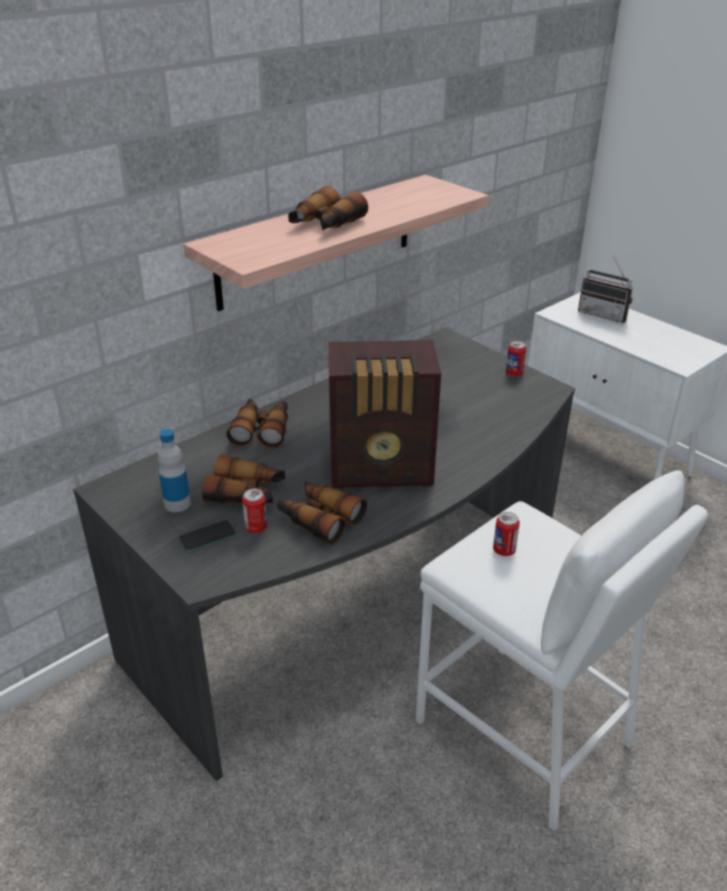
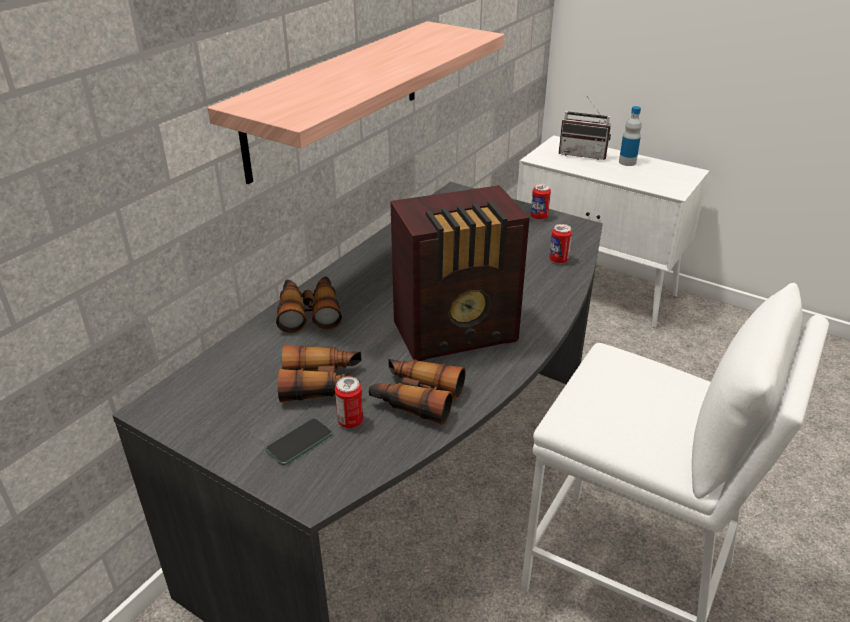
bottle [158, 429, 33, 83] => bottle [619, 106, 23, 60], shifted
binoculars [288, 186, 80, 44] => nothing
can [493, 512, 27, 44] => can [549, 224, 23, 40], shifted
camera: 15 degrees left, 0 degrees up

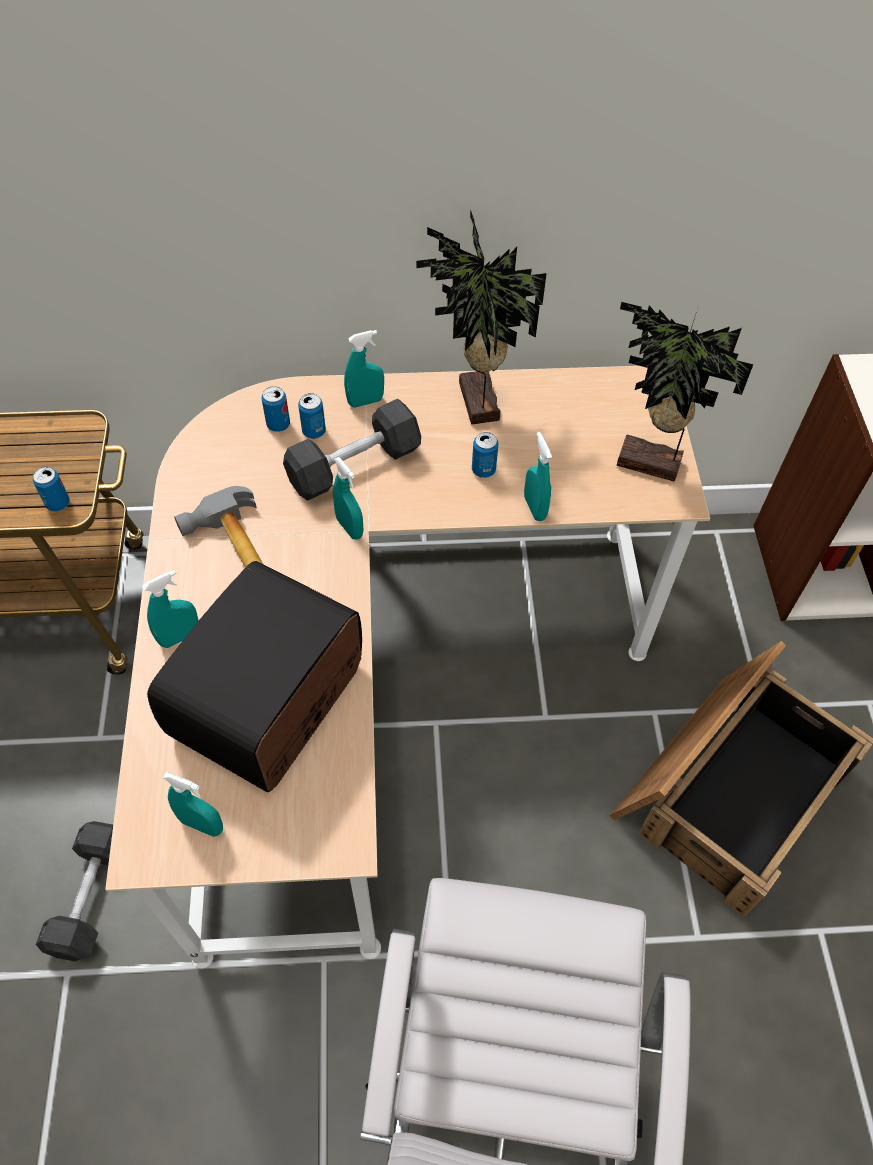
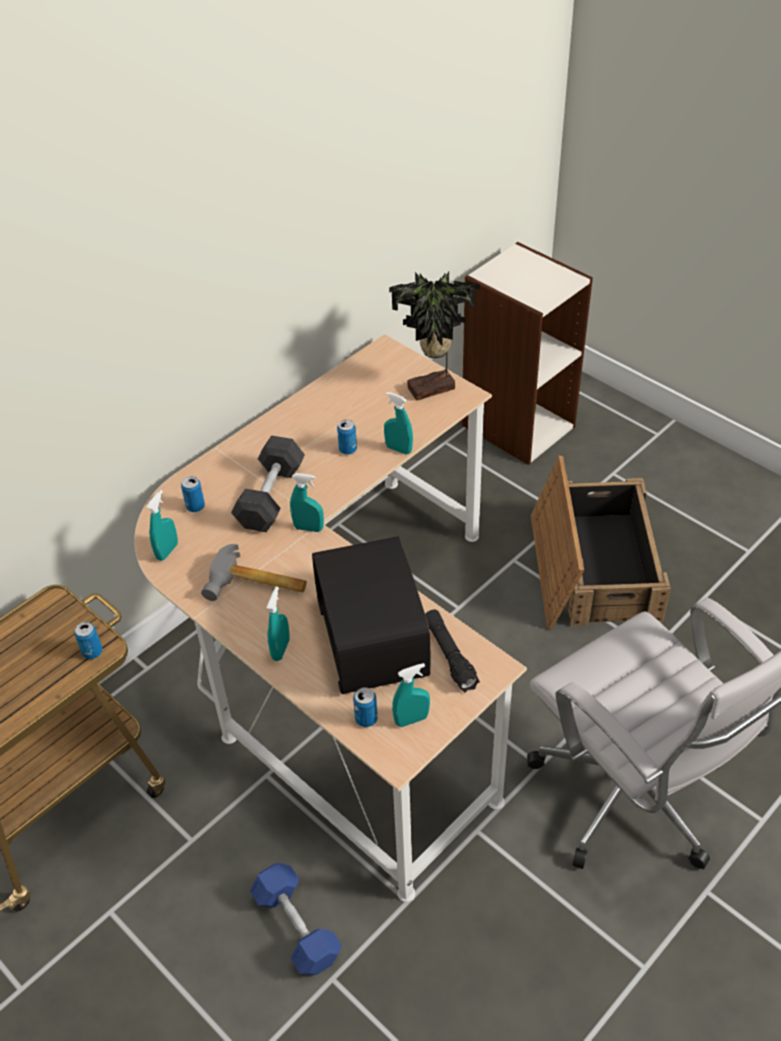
grey dumbbell [36, 821, 77, 140] => blue dumbbell [250, 863, 92, 112]
can [298, 393, 28, 46] => can [353, 687, 25, 40], shifted
turquoise spray bottle [344, 330, 40, 78] => turquoise spray bottle [146, 490, 32, 71], shifted
potted plant [416, 209, 131, 215] => nothing
nothing => black flashlight [425, 610, 55, 83]
camera: 40 degrees left, 10 degrees down

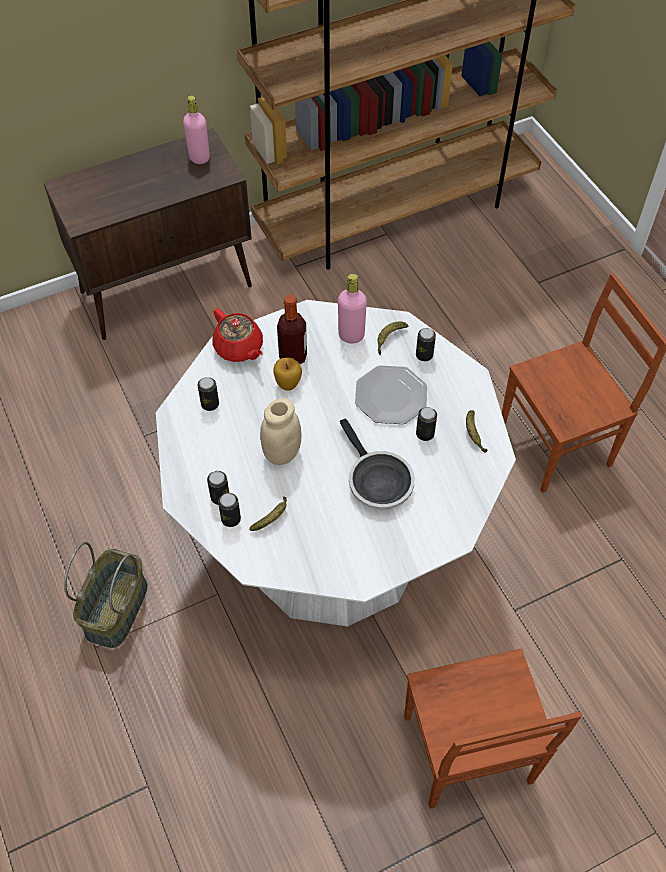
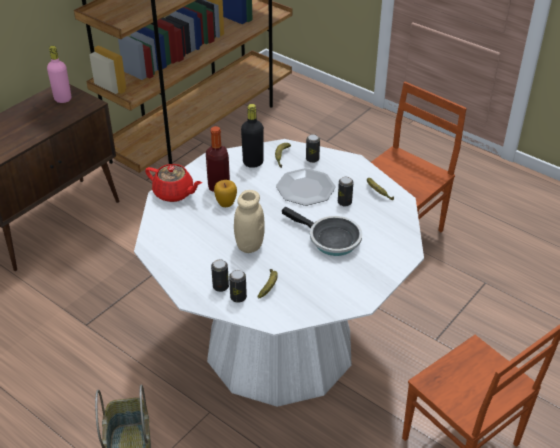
can [198, 377, 21, 34] => nothing
pink bottle [338, 274, 29, 70] => black bottle [241, 104, 23, 64]
camera: 25 degrees left, 15 degrees down

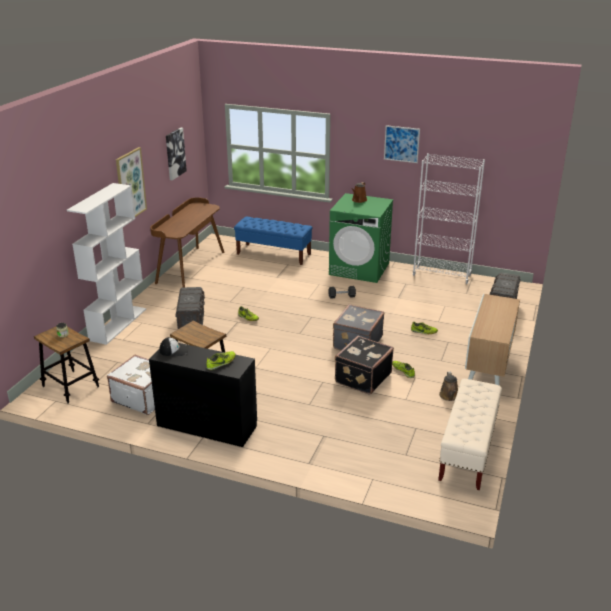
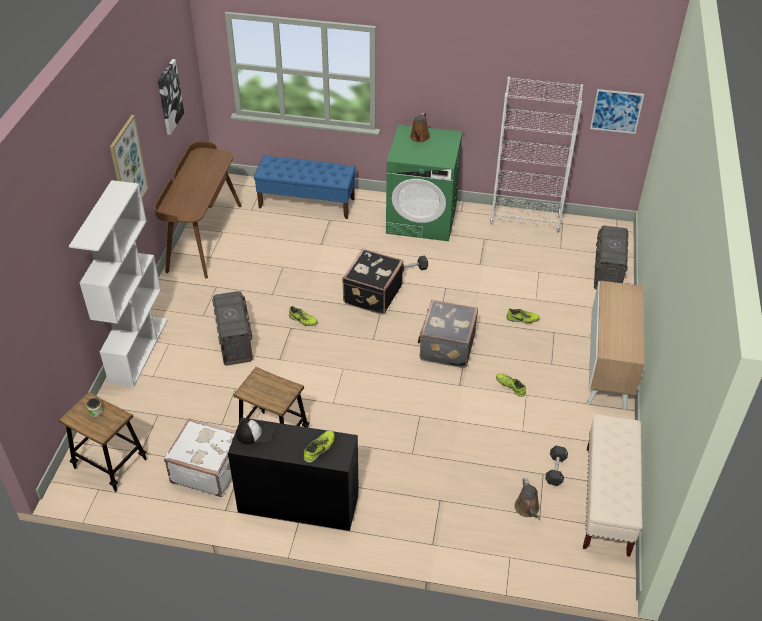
black suitcase [335, 336, 59, 58] => black suitcase [342, 248, 62, 67], shifted
picture [384, 125, 36, 38] => picture [590, 89, 54, 45], shifted
brown watering can [439, 372, 19, 29] => brown watering can [514, 478, 26, 42], shifted
nothing => black dumbbell [545, 446, 23, 40]
camera: 10 degrees left, 15 degrees up

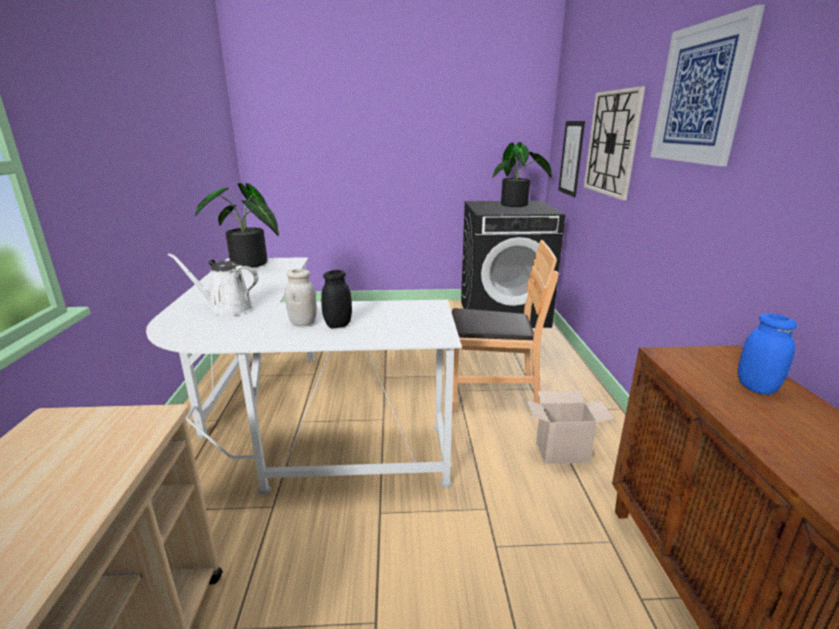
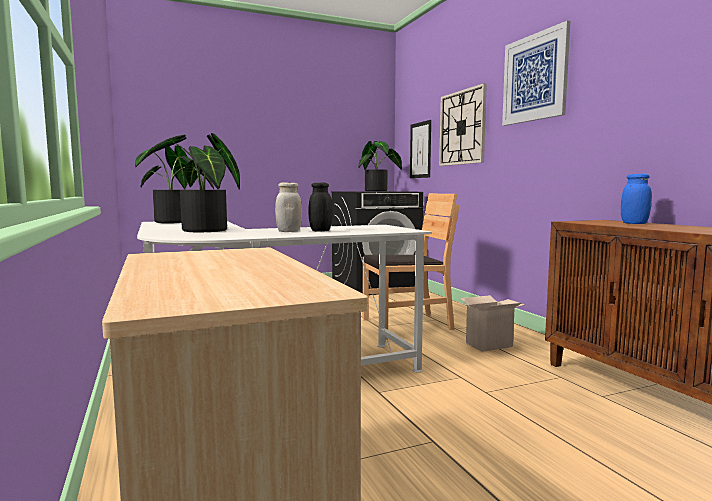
white watering can [168, 253, 91, 63] => potted plant [140, 133, 100, 99]
camera: 20 degrees left, 15 degrees down

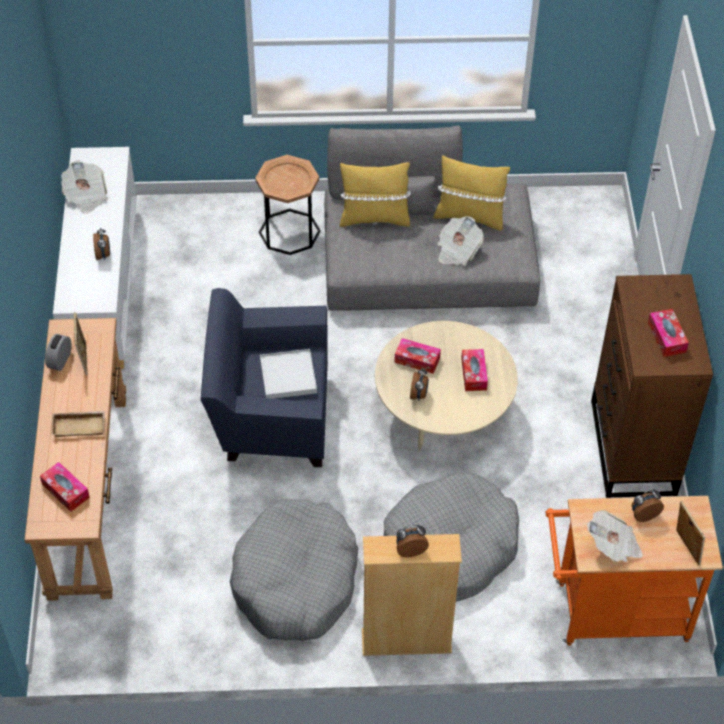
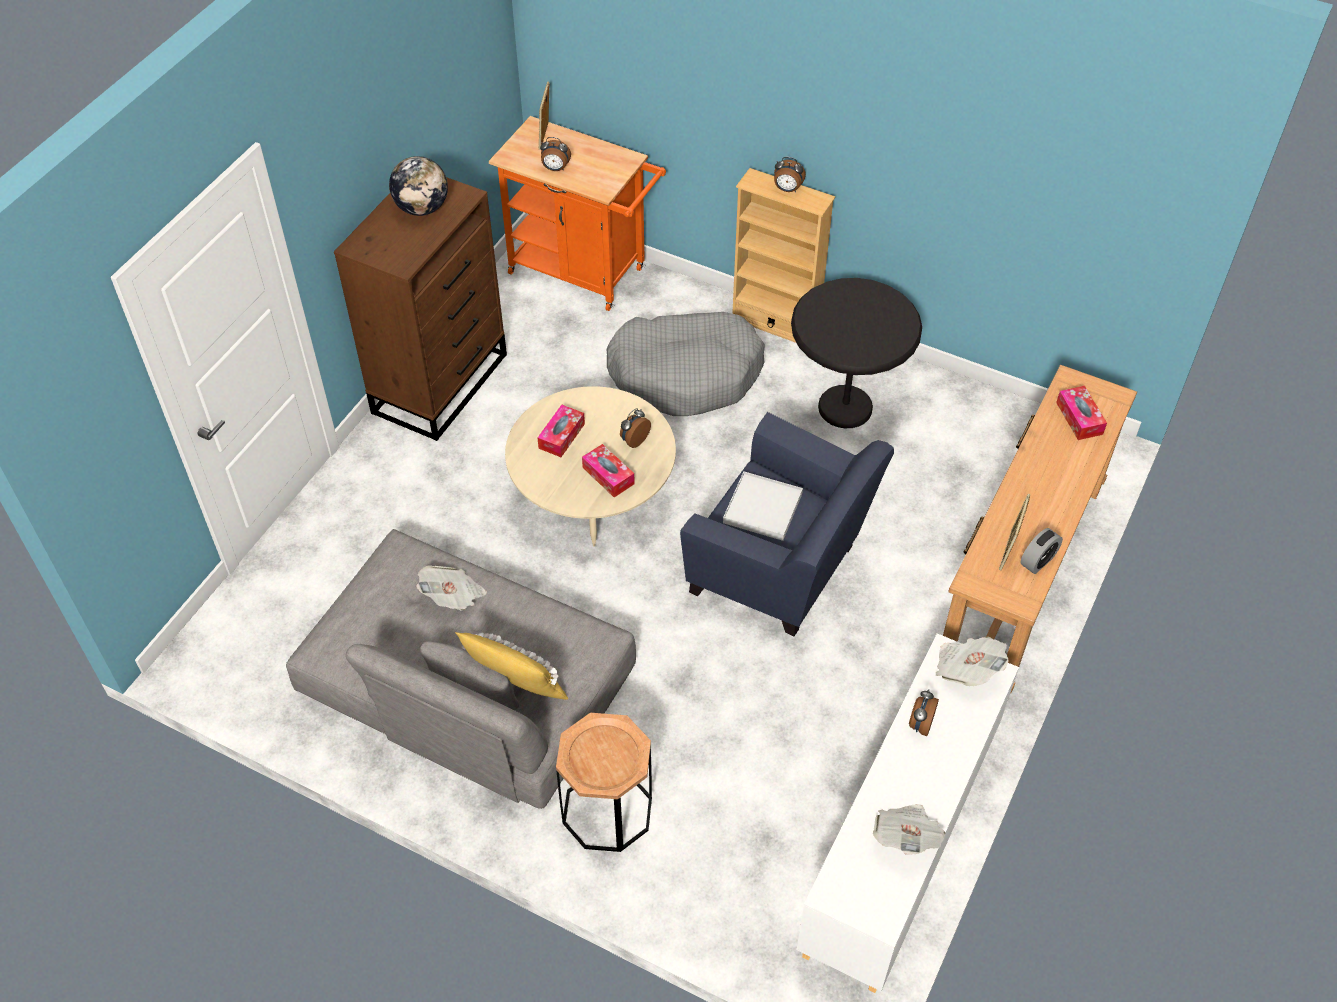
beige tray [51, 411, 54, 26] => nothing
grey dog bed [230, 499, 128, 142] => black side table [791, 278, 131, 150]
yellow pillow [433, 155, 77, 76] => nothing
newspaper [587, 510, 56, 52] => newspaper [936, 637, 73, 49], shifted
tissue box [648, 309, 41, 48] => globe [389, 156, 59, 60]
camera: 150 degrees left, 0 degrees up

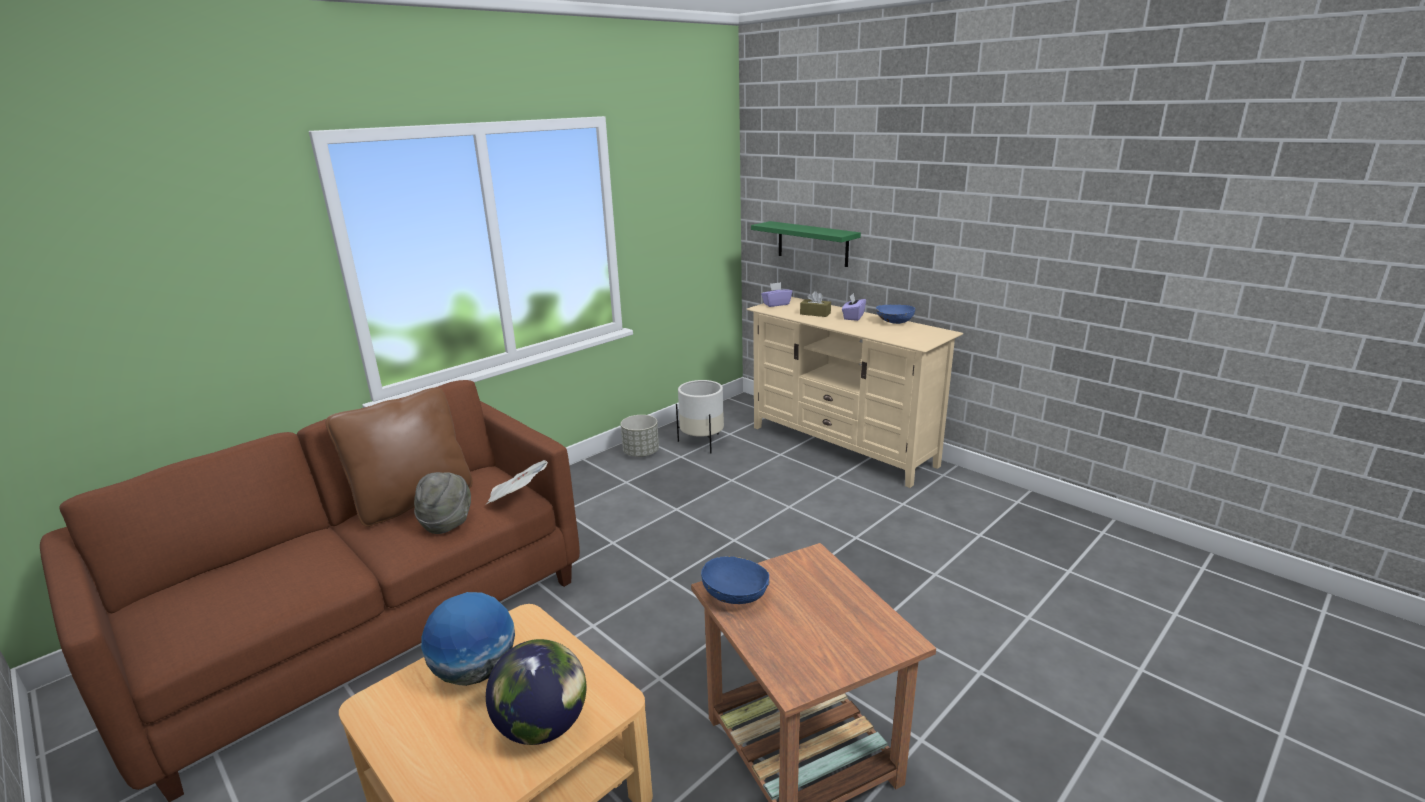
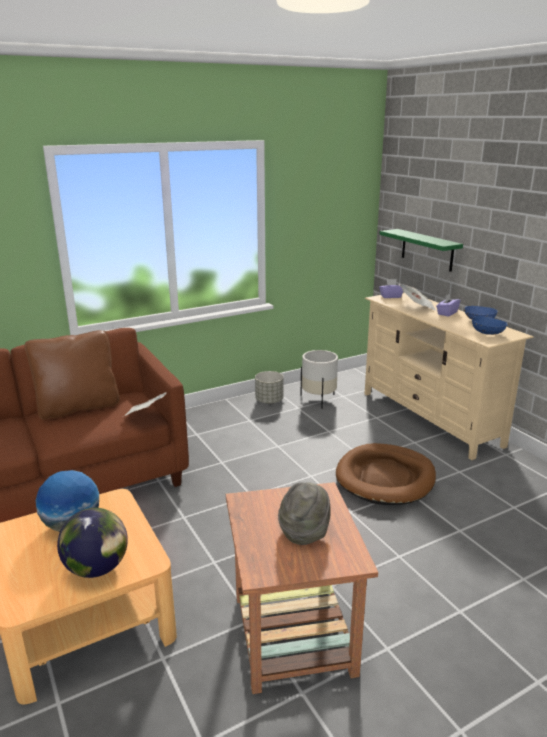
grey hat [414, 472, 57, 62] => grey hat [278, 482, 53, 63], shifted
blue bowl [701, 556, 69, 48] => blue bowl [472, 316, 36, 19], shifted
brown tissue box [800, 291, 31, 26] => newspaper [399, 284, 38, 27]
nothing => brown dog bed [336, 443, 100, 62]
camera: 15 degrees right, 0 degrees up

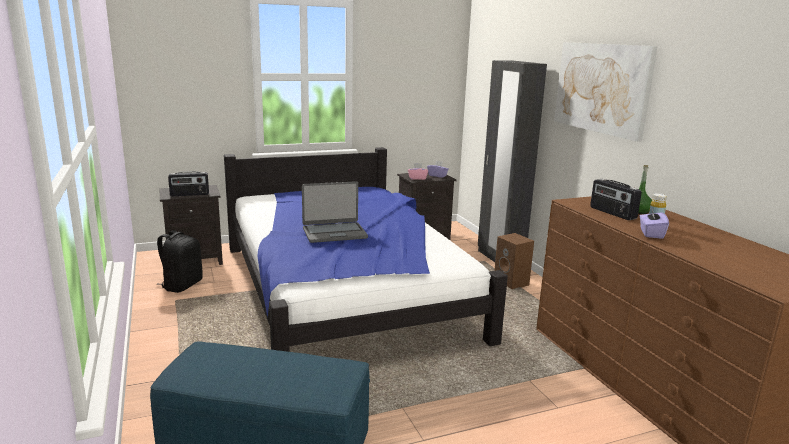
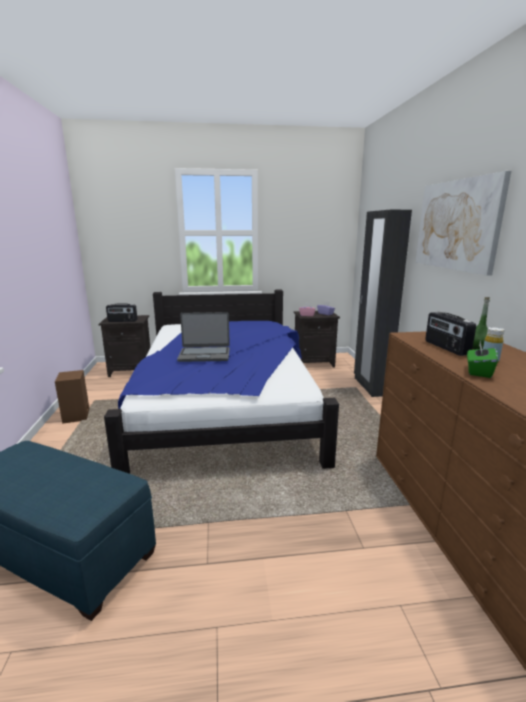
black backpack [157, 230, 46, 63] => nothing
brown speaker [494, 233, 40, 56] => brown speaker [55, 370, 34, 54], shifted
purple tissue box [640, 207, 29, 32] => green tissue box [467, 341, 31, 37]
camera: 15 degrees right, 0 degrees up

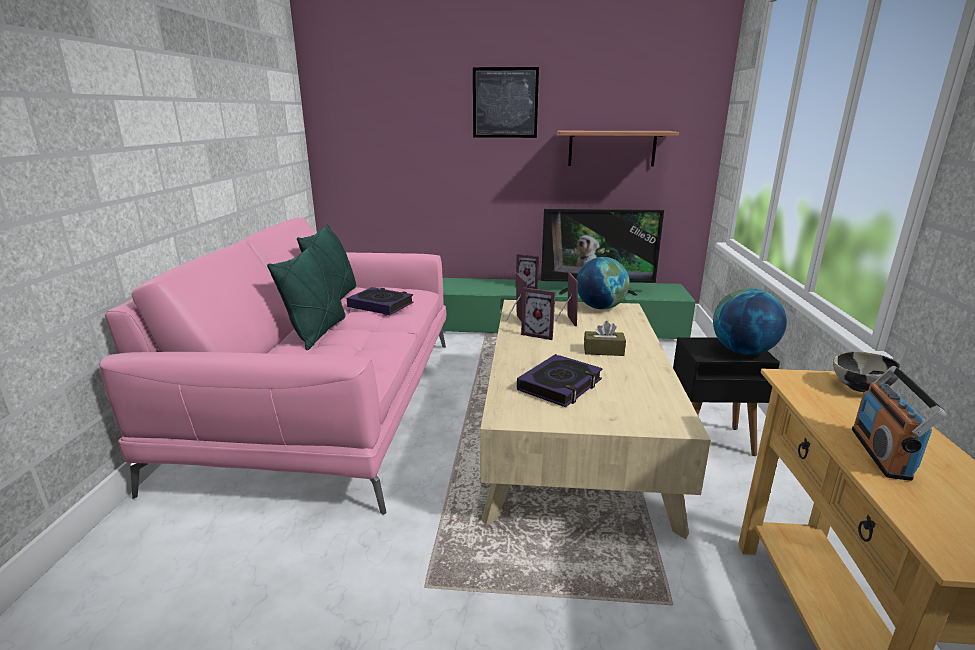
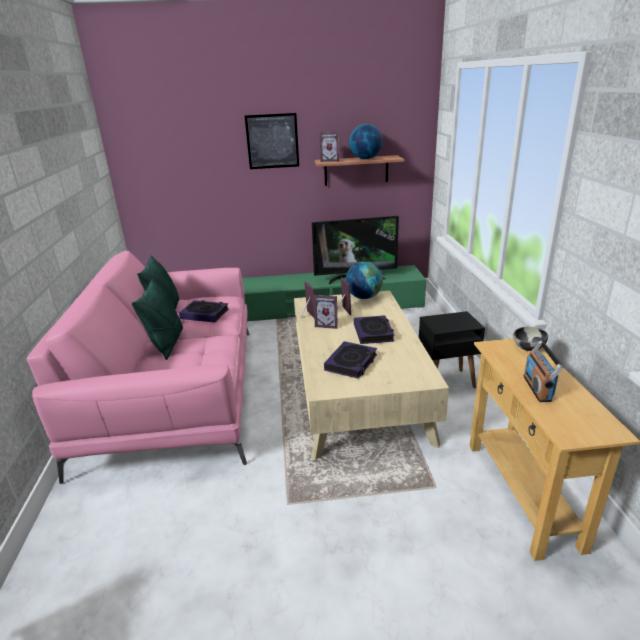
picture frame [516, 254, 23, 35] => picture frame [320, 132, 19, 30], shifted
brown tissue box [584, 321, 42, 35] => book [354, 315, 41, 29]
globe [713, 288, 74, 67] => globe [349, 124, 34, 35], shifted
camera: 10 degrees left, 5 degrees up

